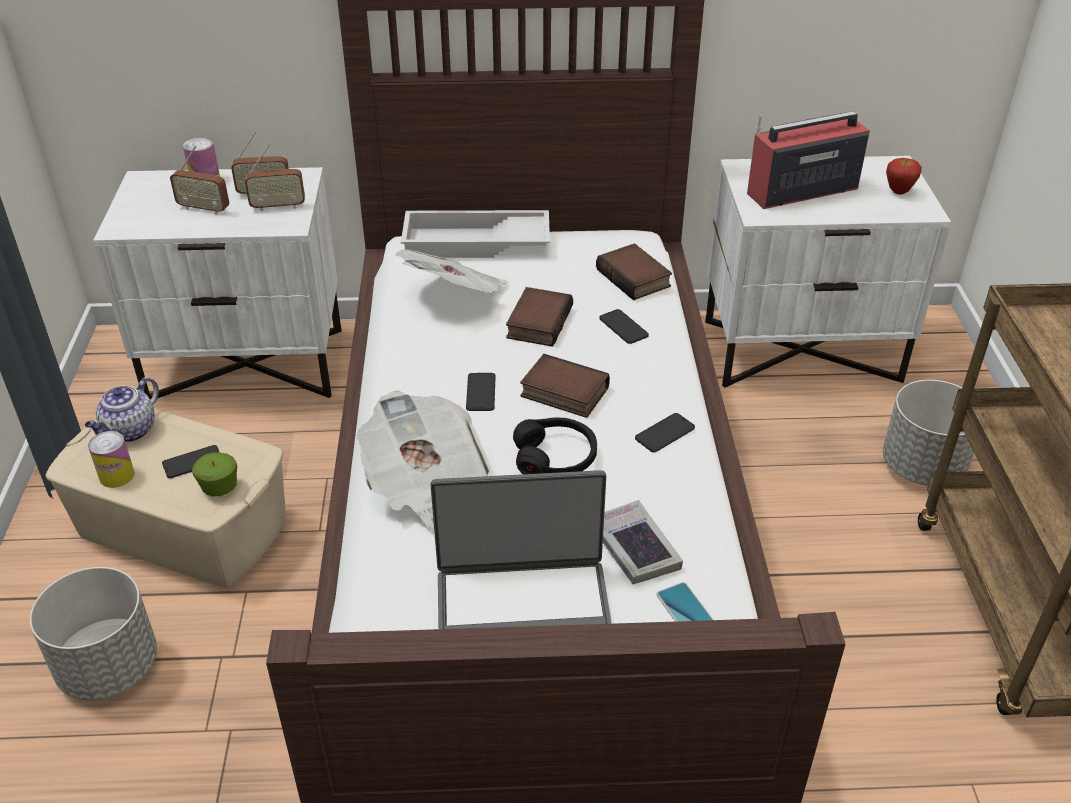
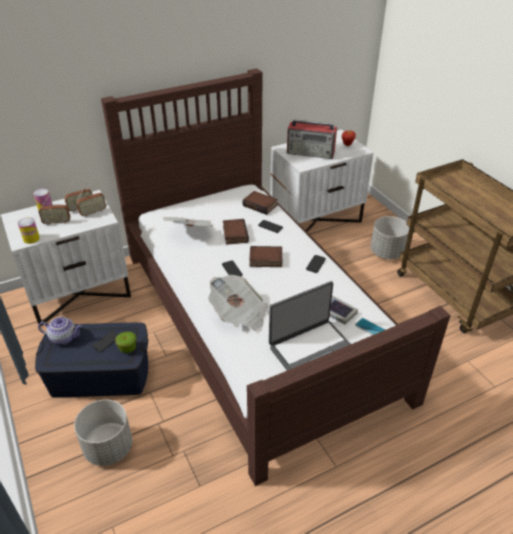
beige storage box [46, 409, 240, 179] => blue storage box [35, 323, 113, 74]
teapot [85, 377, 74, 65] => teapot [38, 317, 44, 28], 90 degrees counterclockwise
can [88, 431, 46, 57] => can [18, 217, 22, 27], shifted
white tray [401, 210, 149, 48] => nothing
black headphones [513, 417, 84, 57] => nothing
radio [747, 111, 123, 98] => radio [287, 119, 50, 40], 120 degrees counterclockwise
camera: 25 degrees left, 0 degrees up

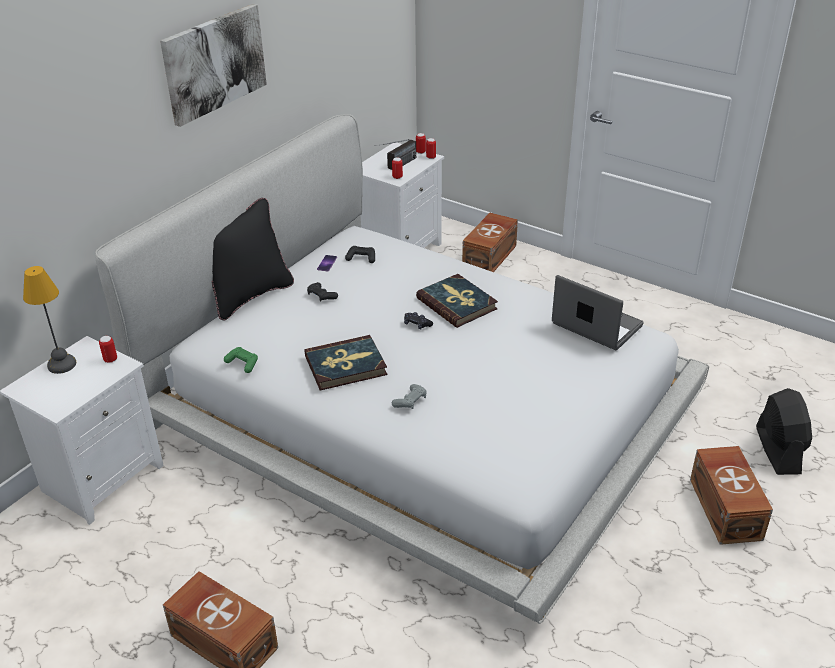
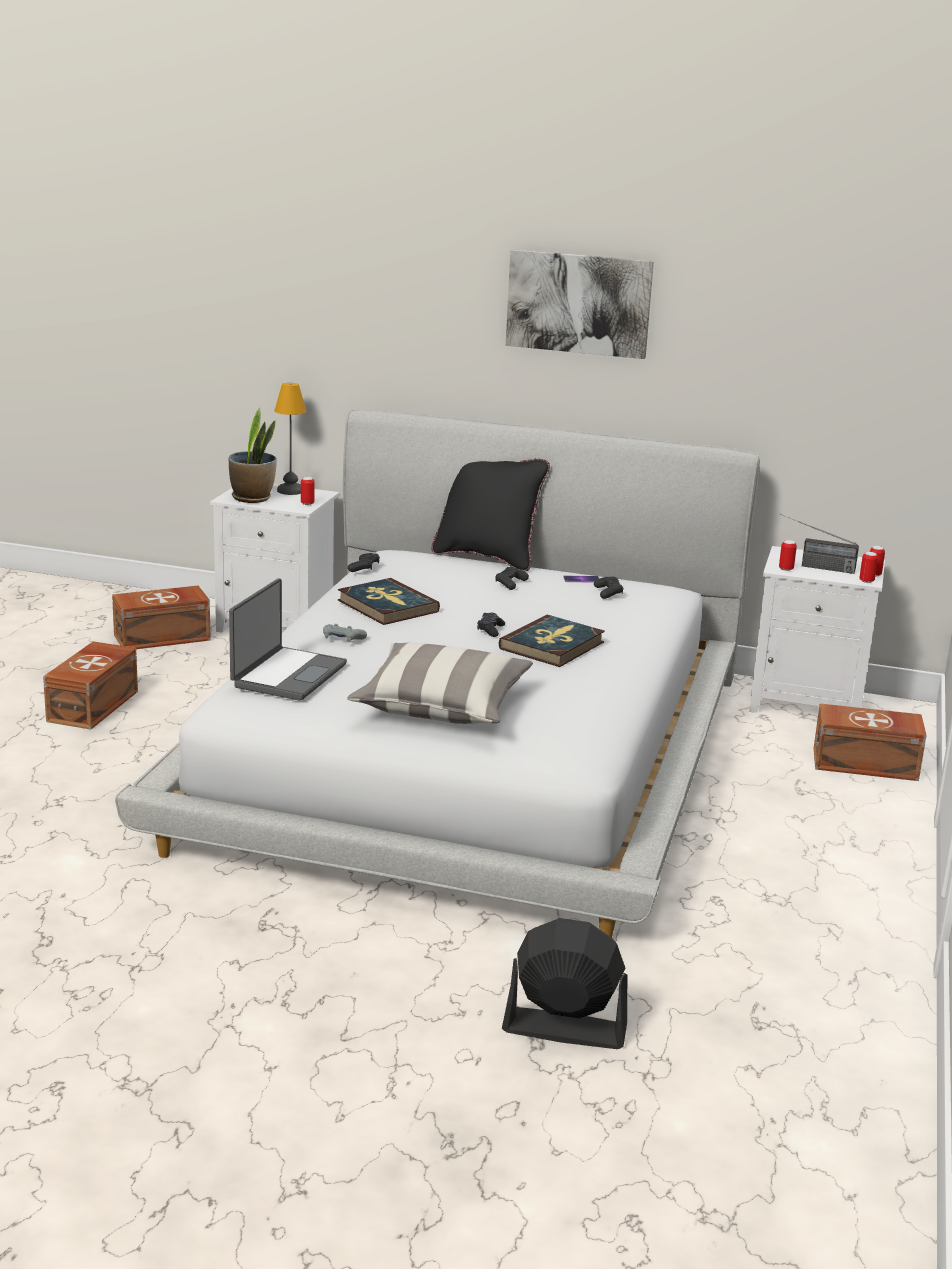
green game controller [224, 347, 34, 26] => black game controller [348, 553, 32, 19]
laptop [552, 275, 92, 75] => laptop [229, 578, 118, 123], shifted
brown storage box [690, 446, 83, 99] => brown storage box [112, 586, 99, 63], shifted
black fan [756, 388, 56, 87] => black fan [502, 918, 126, 131], 150 degrees counterclockwise
nothing => potted plant [229, 408, 48, 95]
nothing => pillow [347, 643, 186, 81]
camera: 70 degrees right, 15 degrees down

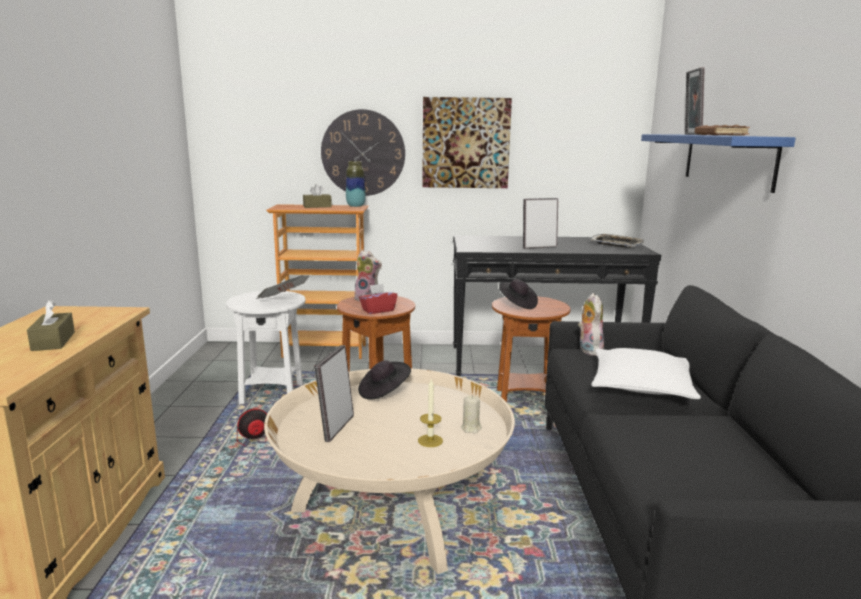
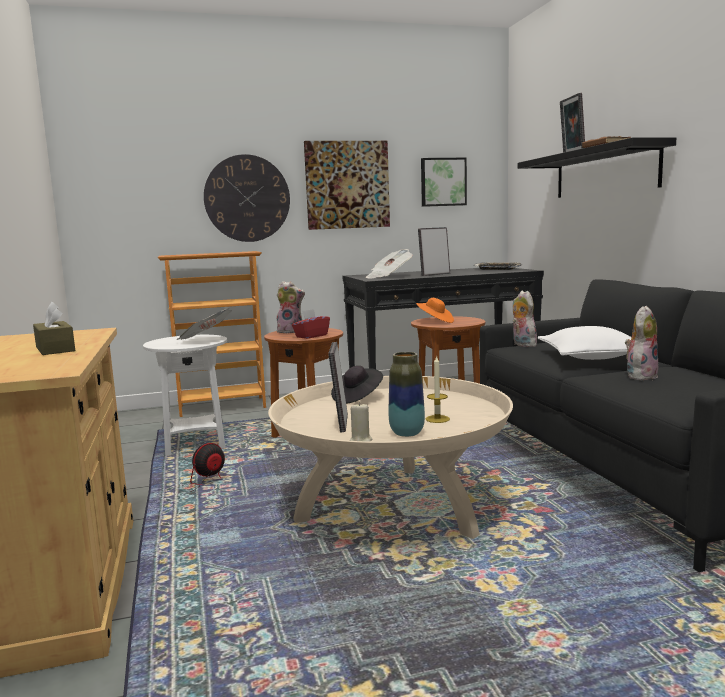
brown tissue box [303, 184, 29, 24] => nothing
vase [346, 161, 19, 46] => vase [389, 352, 36, 85], shifted
beige candle [461, 395, 21, 39] => beige candle [350, 402, 22, 40], shifted
black hat [499, 279, 39, 30] => orange hat [416, 298, 38, 25]
blue shelf [641, 134, 154, 59] => black shelf [518, 138, 158, 60]
nothing => newspaper [366, 249, 47, 30]
nothing => picture [421, 158, 46, 49]
nothing => plush toy [625, 306, 33, 74]
camera: 15 degrees left, 5 degrees down

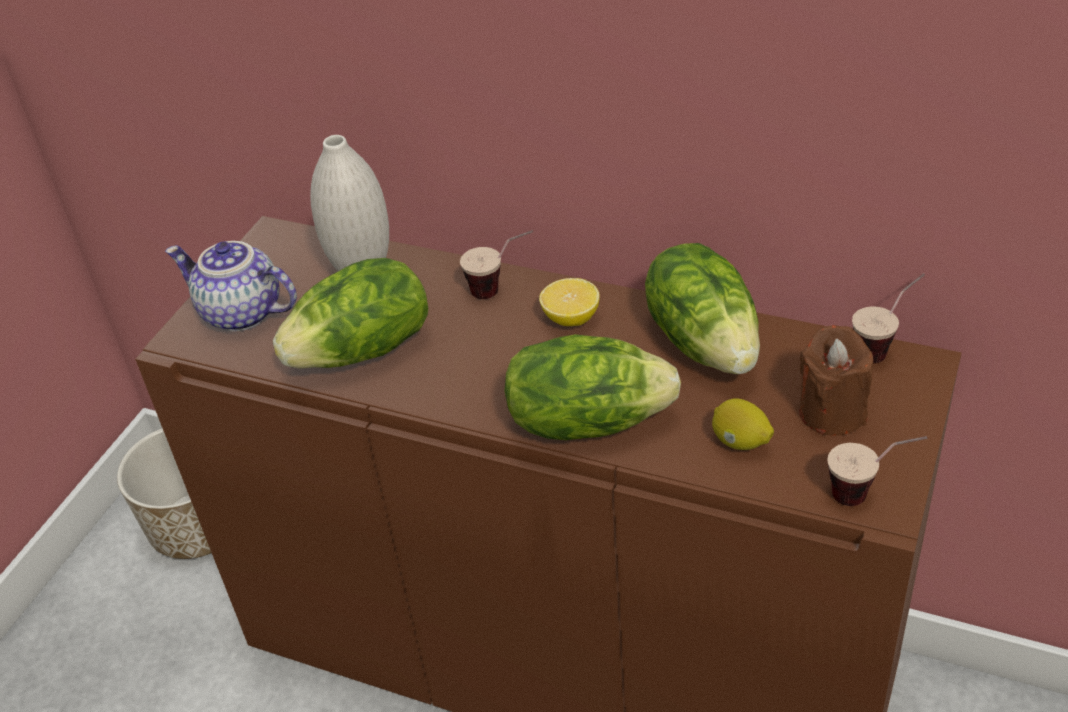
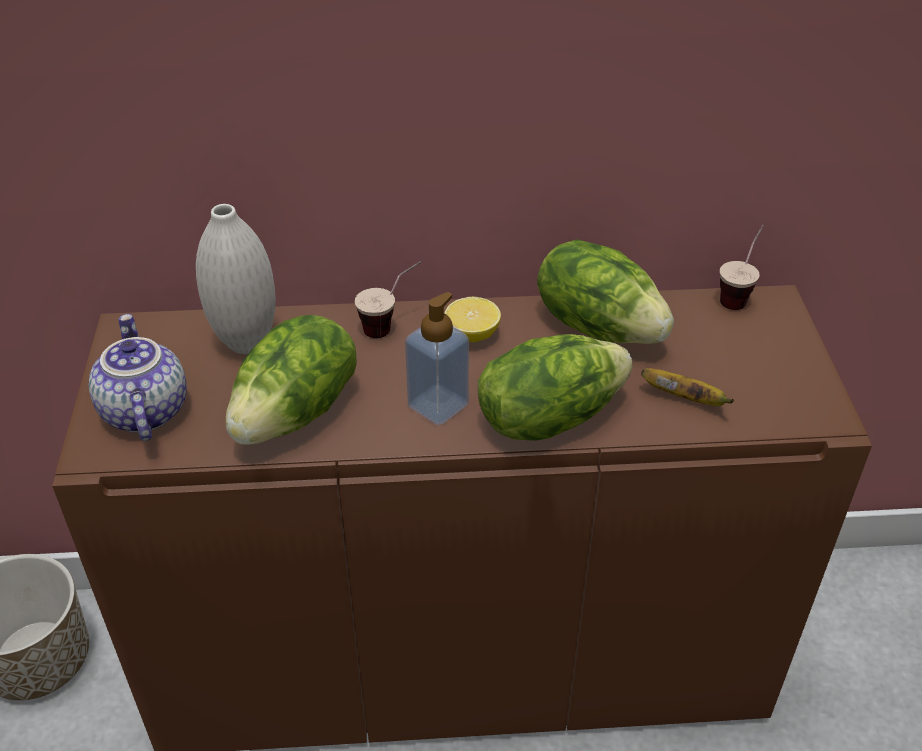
teapot [165, 241, 132, 90] => teapot [89, 314, 98, 127], 75 degrees clockwise
lemon [712, 399, 62, 51] => banana [641, 368, 93, 38]
brown candle [799, 325, 74, 111] => nothing
cup [827, 436, 101, 70] => nothing
nothing => soap dispenser [405, 292, 64, 133]
camera: 30 degrees left, 0 degrees up

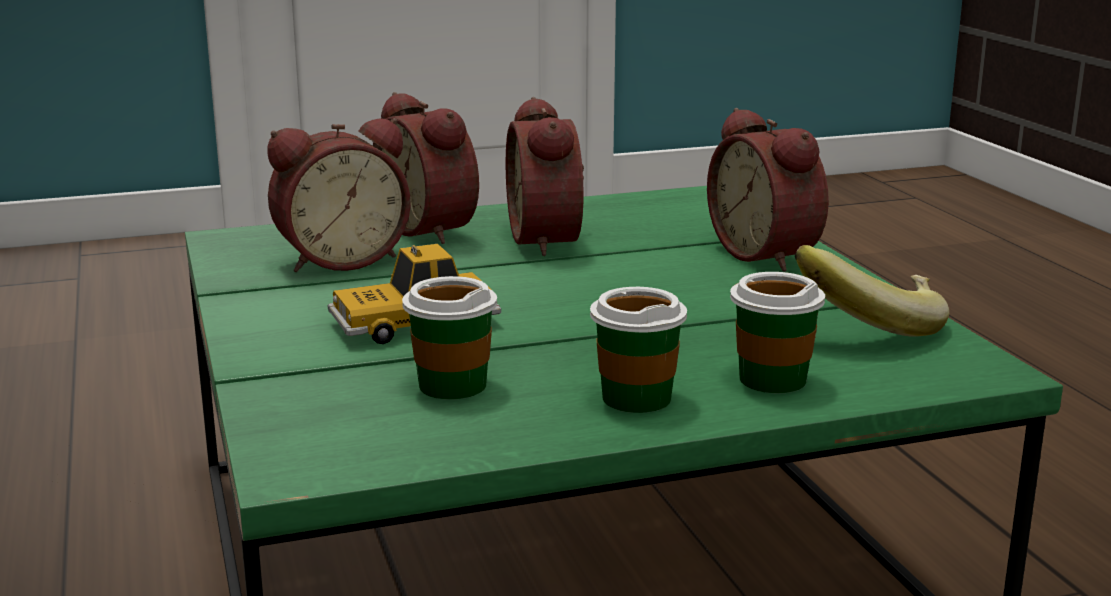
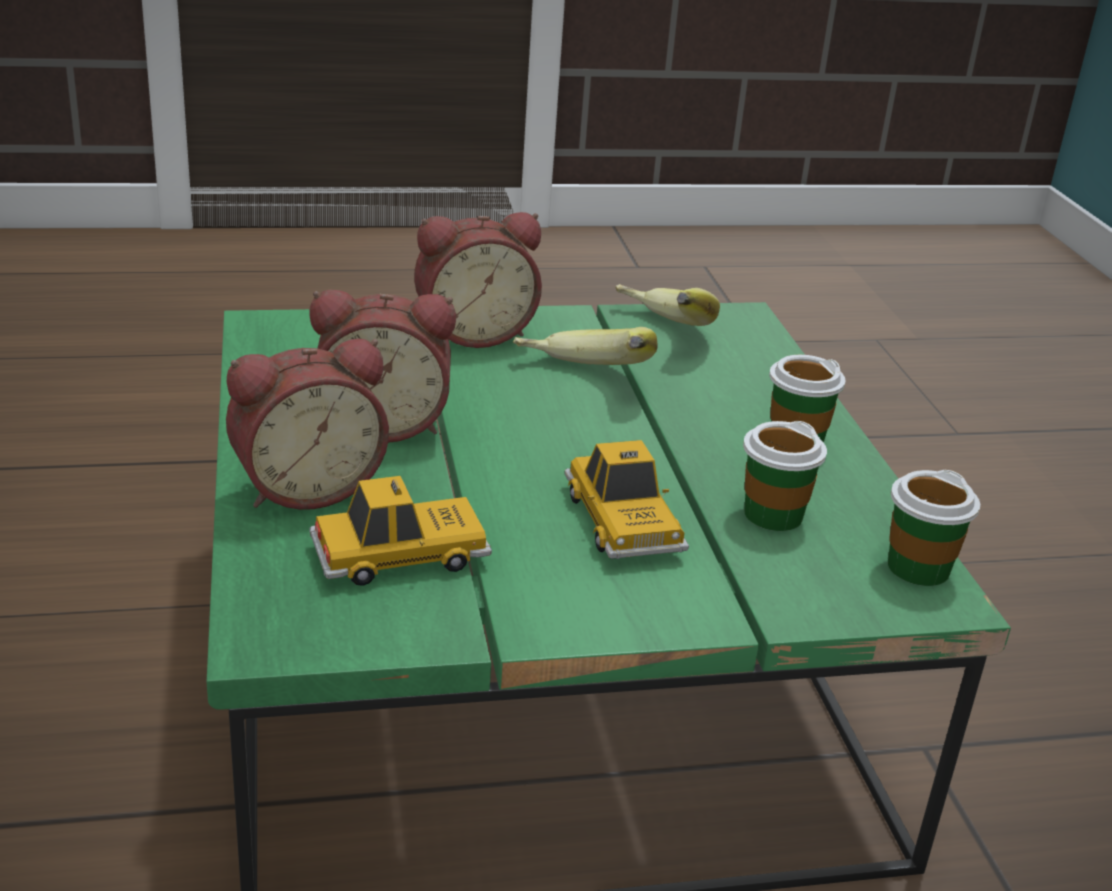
alarm clock [267, 118, 144, 154] => toy car [309, 476, 183, 110]
cup [730, 272, 95, 122] => cup [888, 470, 92, 116], shifted
nothing => banana [513, 327, 144, 38]
camera: 85 degrees left, 10 degrees up

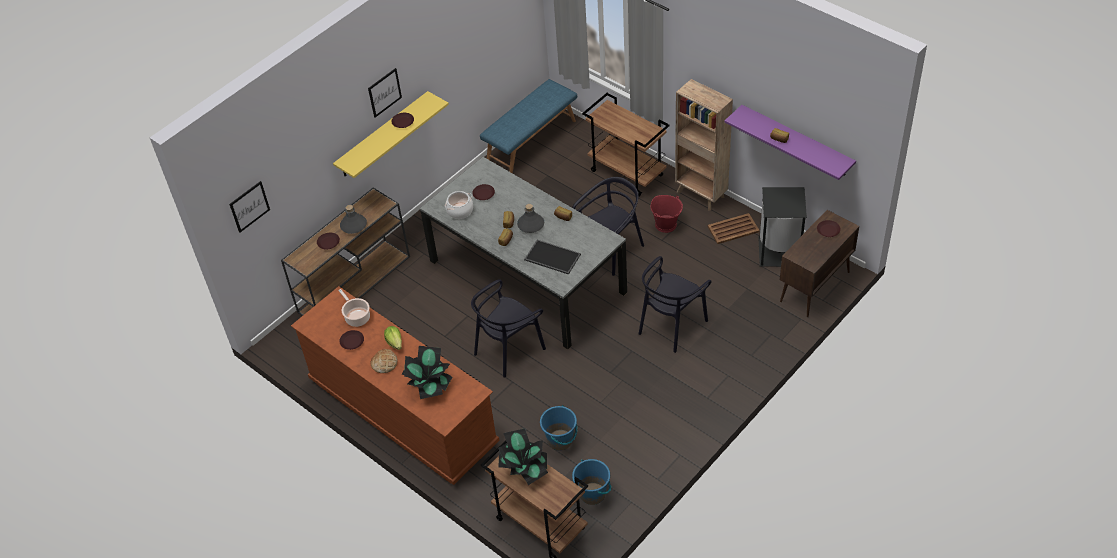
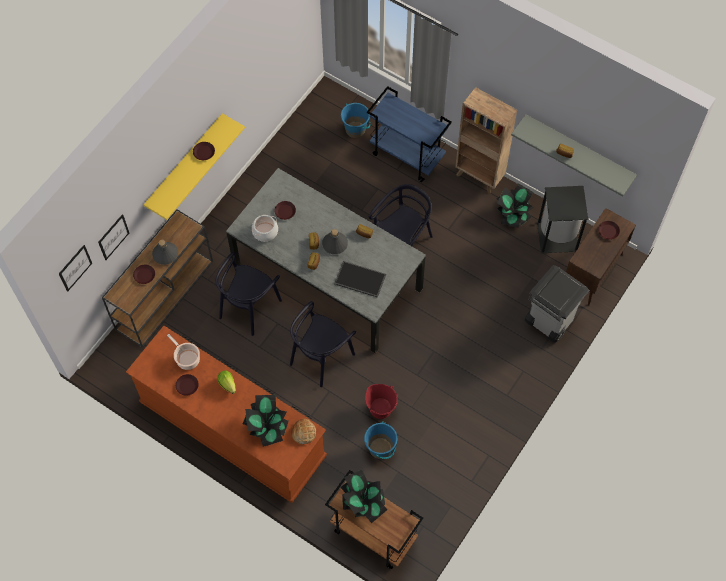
picture [368, 68, 34, 50] => picture [98, 214, 31, 46], shifted
bread [370, 349, 28, 24] => bread [291, 419, 25, 25], shifted
blue bench [480, 79, 97, 95] => nothing
blue bucket [572, 459, 39, 46] => blue bucket [341, 103, 30, 35], shifted
brown cart [582, 93, 88, 103] => blue cart [367, 86, 85, 96]
black chair [639, 256, 72, 97] => black chair [216, 252, 66, 84], shifted
red bucket [651, 195, 32, 38] => red bucket [365, 384, 33, 35], shifted
brown tray [708, 213, 52, 31] => potted plant [497, 183, 37, 45]
purple shelf [724, 105, 132, 75] => grey shelf [511, 115, 126, 82]
nothing => grey trash can [525, 265, 64, 77]
camera: 10 degrees left, 15 degrees up

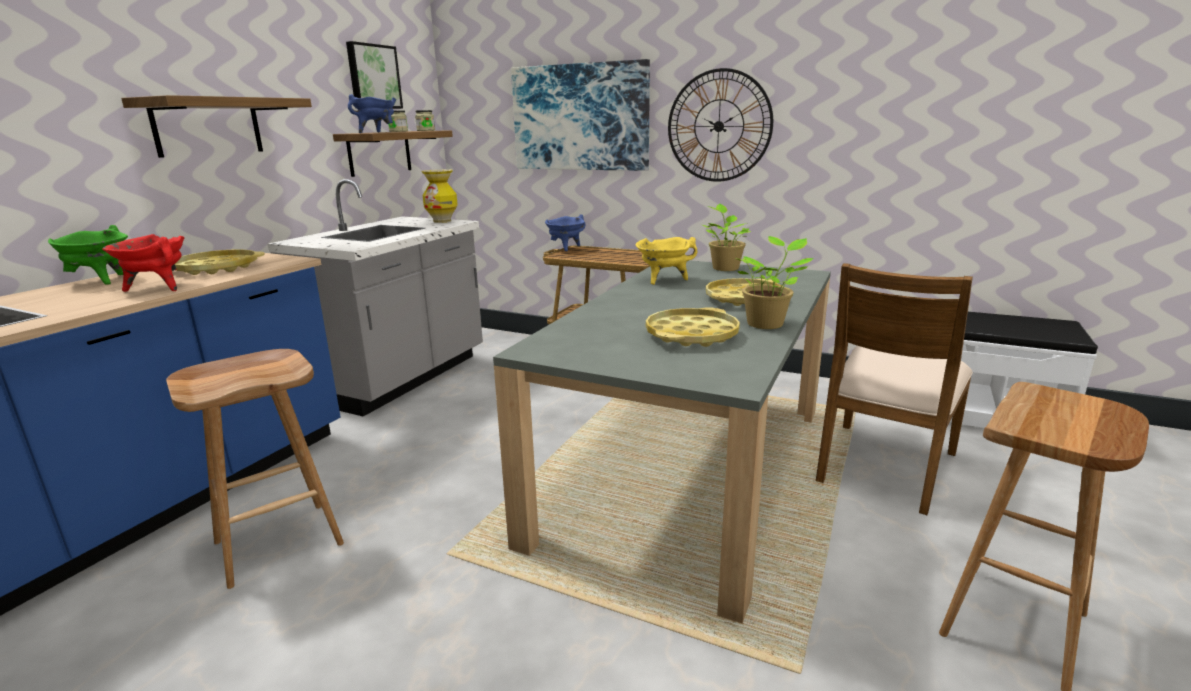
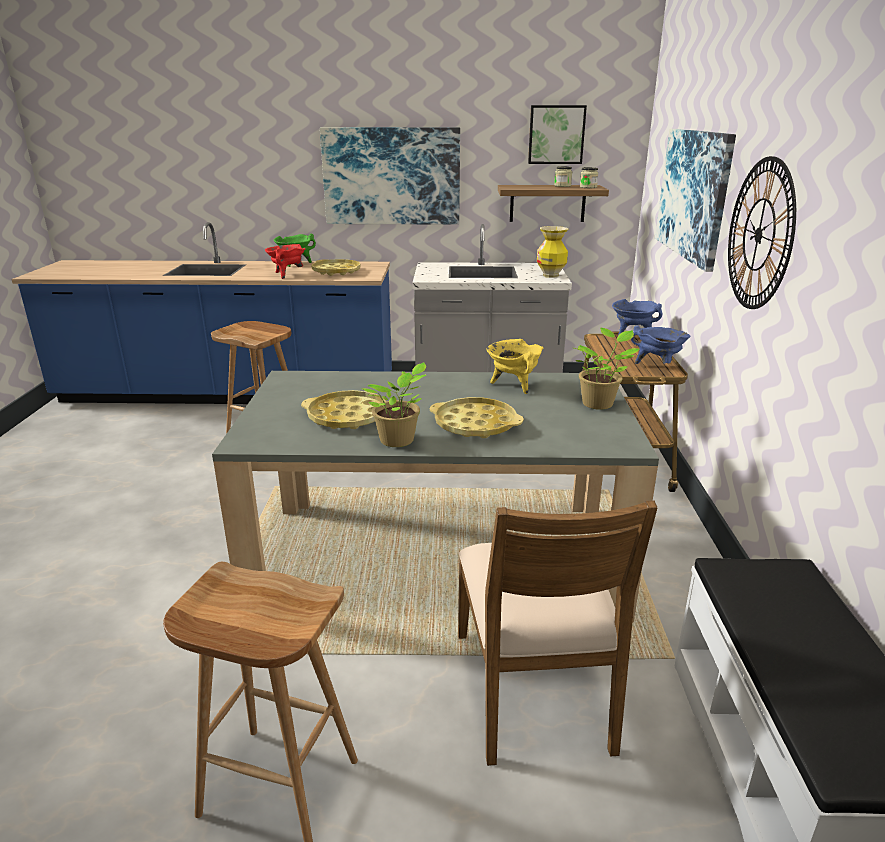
shelf [121, 95, 191, 63] => picture [320, 127, 140, 97]
blue cooking pot [348, 94, 48, 39] => blue cooking pot [631, 325, 59, 39], shifted
brown chair [816, 263, 157, 252] => brown chair [458, 500, 200, 266], 105 degrees counterclockwise
camera: 65 degrees right, 5 degrees up

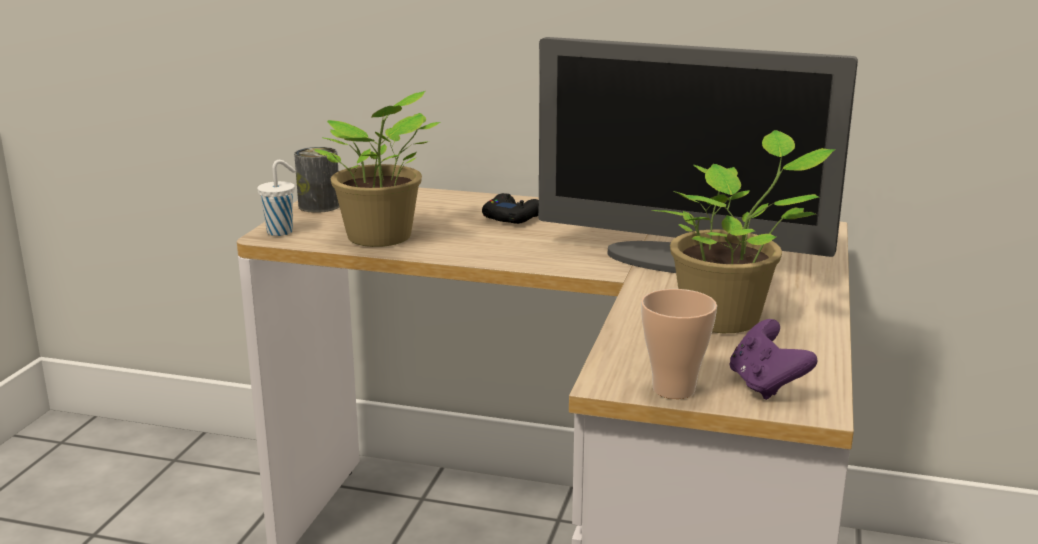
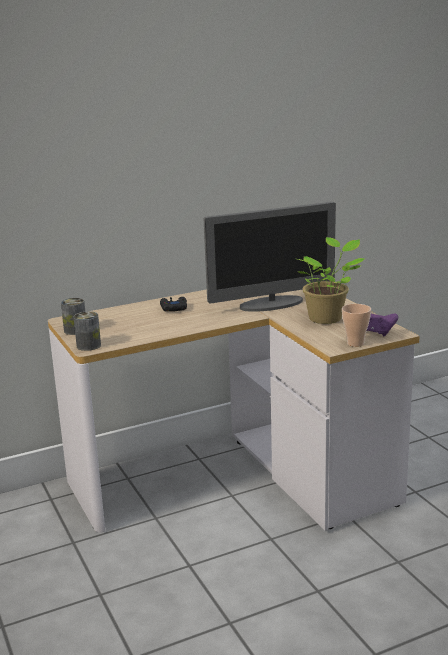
white cup [257, 160, 39, 76] => can [73, 311, 28, 40]
potted plant [314, 91, 127, 156] => nothing
camera: 40 degrees left, 0 degrees up

